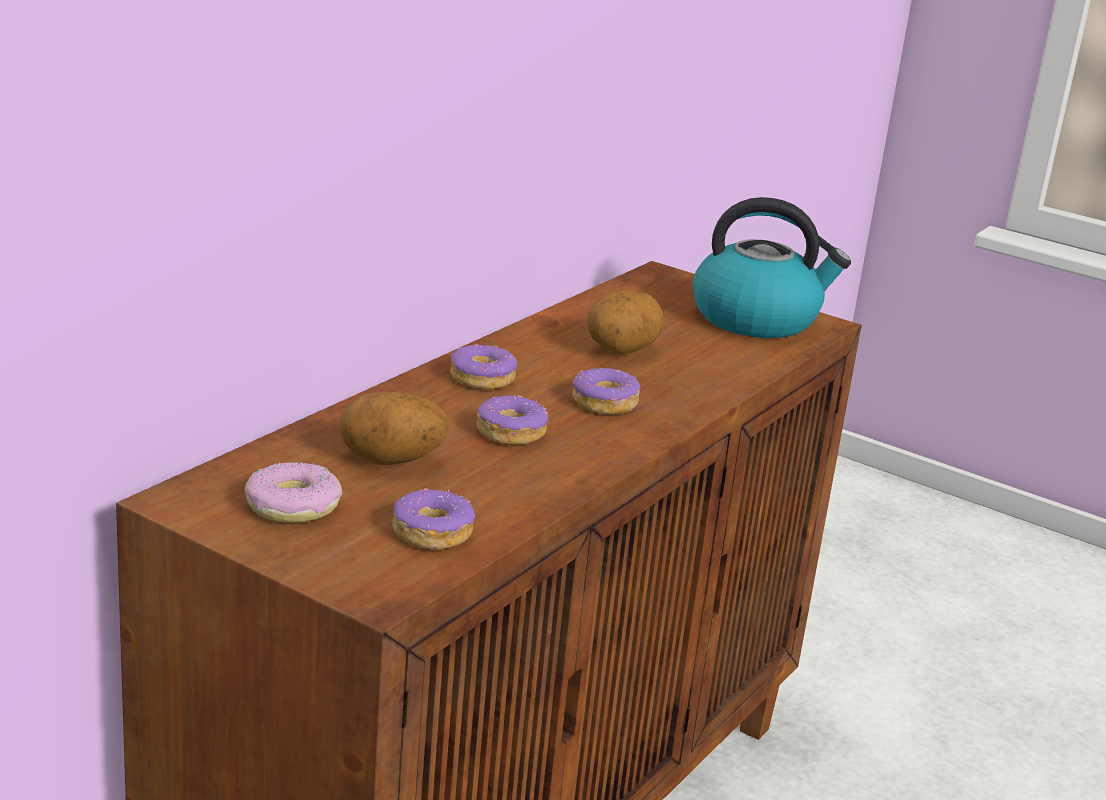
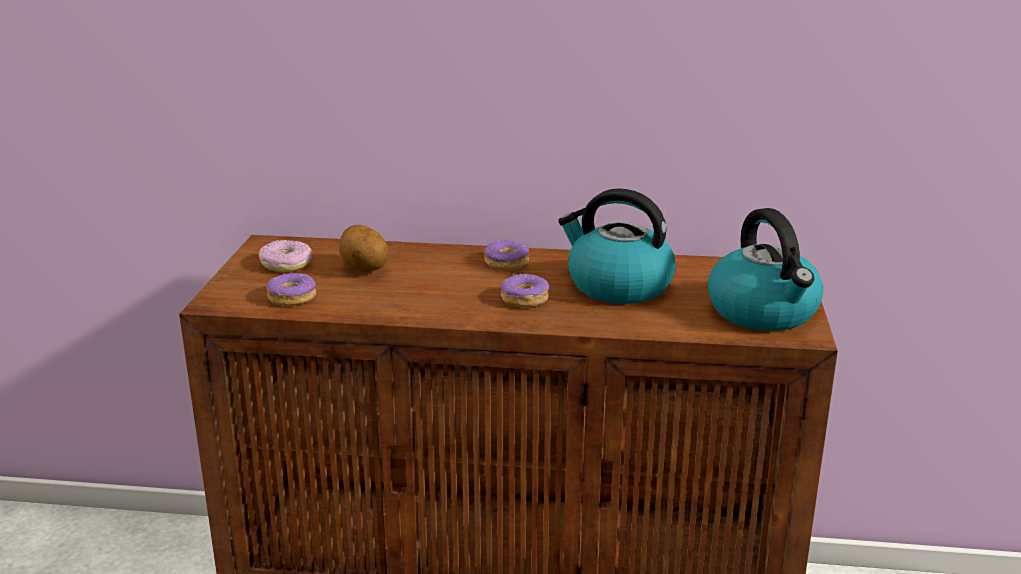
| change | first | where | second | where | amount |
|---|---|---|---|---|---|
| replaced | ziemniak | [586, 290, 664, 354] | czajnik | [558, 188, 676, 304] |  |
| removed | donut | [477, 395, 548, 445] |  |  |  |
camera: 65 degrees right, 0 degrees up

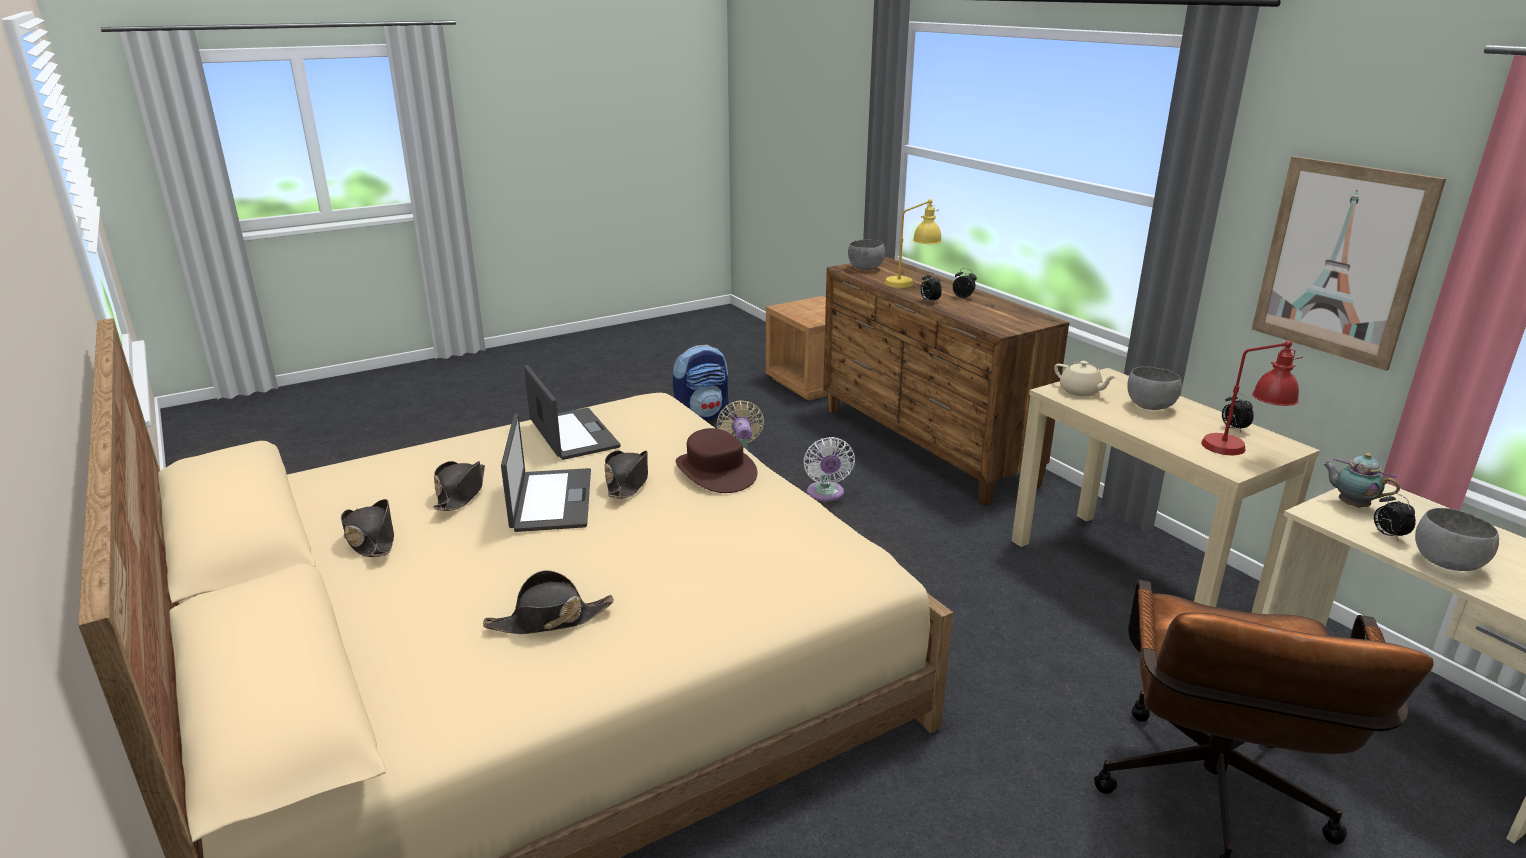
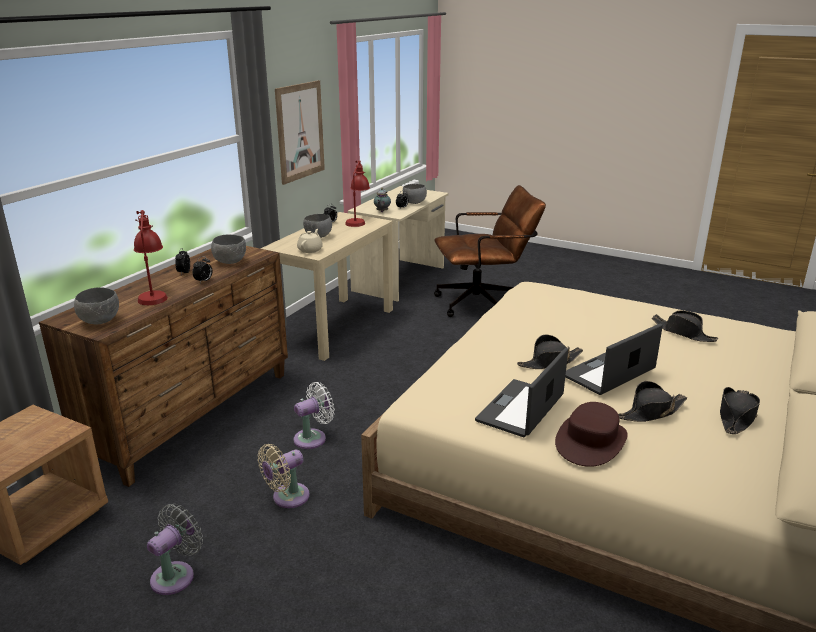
| change | first | where | second | where | amount |
|---|---|---|---|---|---|
| recoloured | lampa stołowa (żółty) | [884, 199, 942, 288] | lampa stołowa (czerwony) | [134, 210, 168, 305] |  |
| replaced | plecak | [673, 345, 729, 421] | wentylator (szary) | [147, 504, 203, 595] |  |
| added |  |  | miska (szary) | [211, 234, 246, 264] |  |
| moved | kapelusz (brązowy) | [676, 428, 758, 493] |  | [555, 402, 628, 467] |  |
camera: 120 degrees left, 0 degrees up

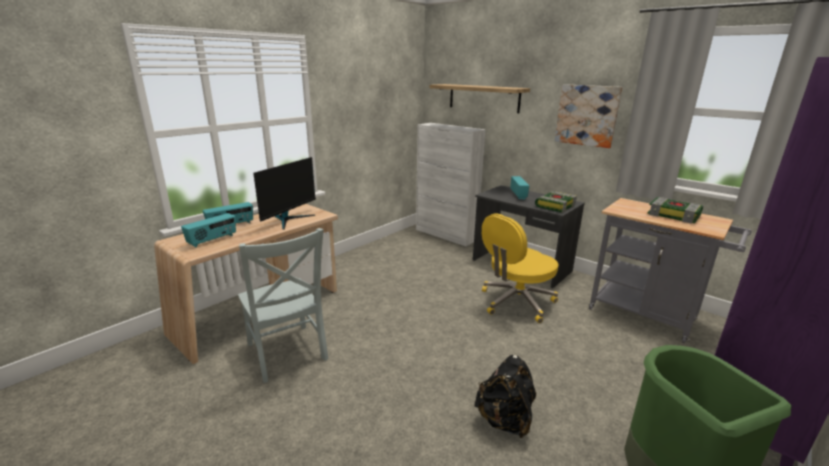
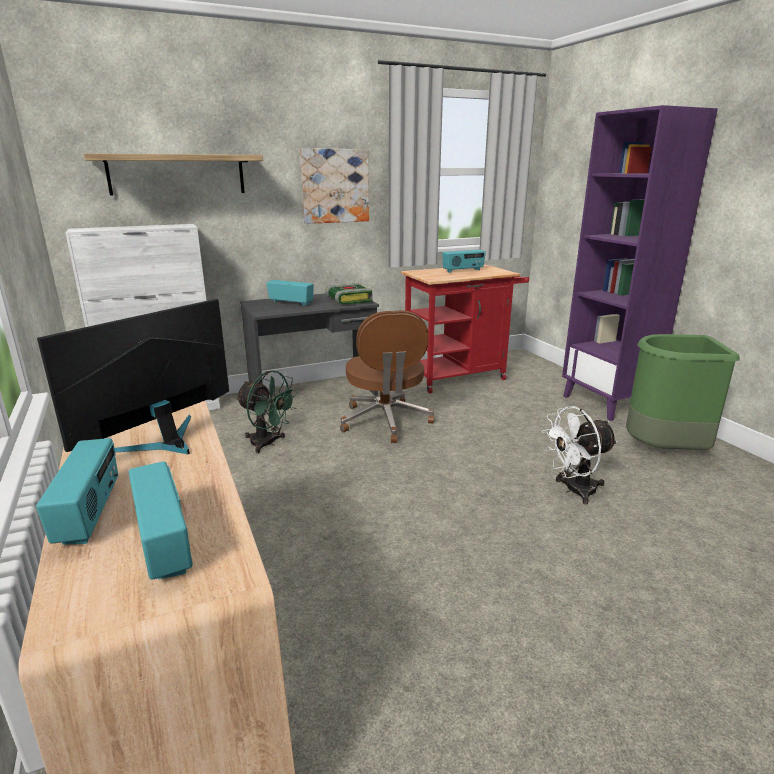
| change | first | where | second | where | amount |
|---|---|---|---|---|---|
| turned | monitor | [253, 157, 316, 230] |  | [37, 299, 229, 454] | 105 degrees counterclockwise |
| added |  |  | wentylator (zielony) | [236, 371, 298, 453] |  |
| recoloured | krzesło biurowe (żółty) | [482, 213, 559, 323] | krzesło biurowe (brązowy) | [340, 310, 434, 443] |  |
| recoloured | wózek (szary) | [589, 198, 752, 344] | wózek (czerwony) | [401, 264, 529, 394] |  |
| replaced | książka | [647, 197, 703, 224] | radio | [442, 250, 486, 273] |  |
| replaced | plecak (czarny) | [474, 355, 536, 438] | wentylator (biały) | [542, 406, 618, 505] |  |
| removed | krzesło (szary) | [238, 228, 328, 383] |  |  |  |
camera: 65 degrees left, 0 degrees up

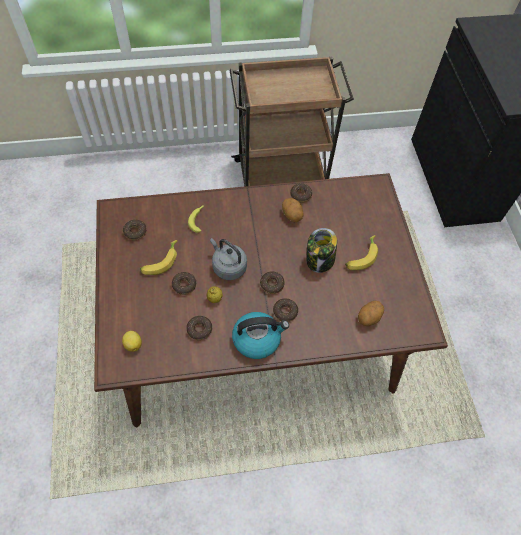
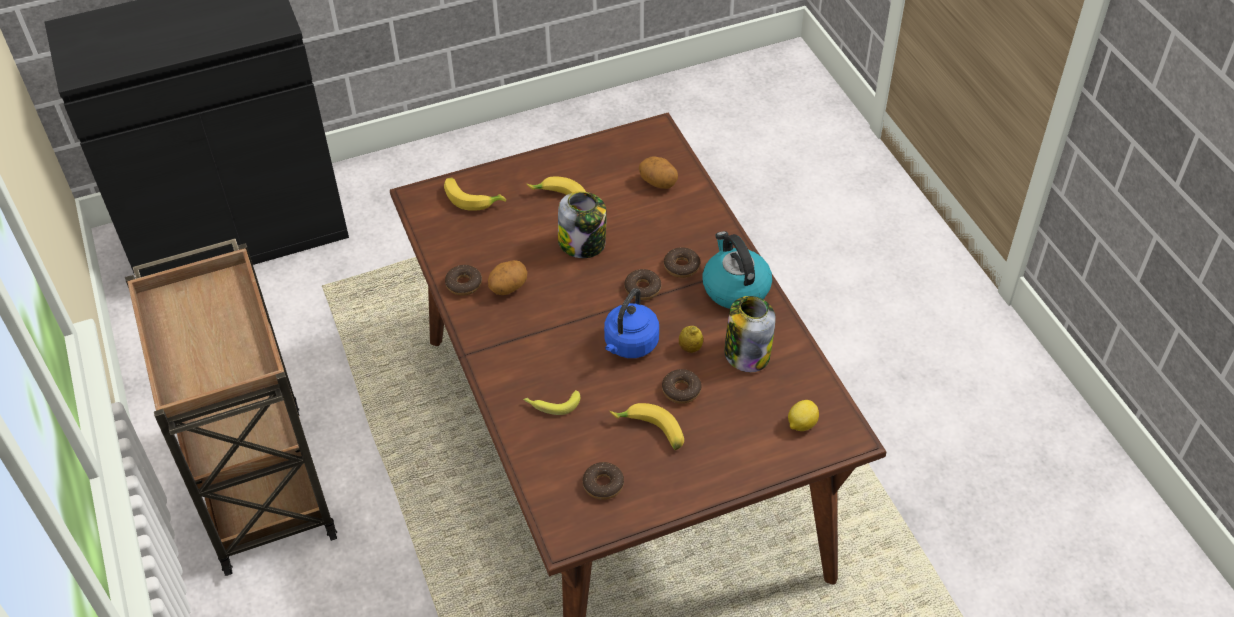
| change | first | where | second | where | amount |
|---|---|---|---|---|---|
| added |  |  | banan | [444, 178, 506, 211] |  |
| recoloured | czajnik (szary) | [210, 238, 247, 280] | czajnik (niebieski) | [604, 288, 659, 358] |  |
| replaced | donut | [186, 316, 212, 340] | słoik | [724, 296, 776, 372] |  |
camera: 100 degrees left, 10 degrees down

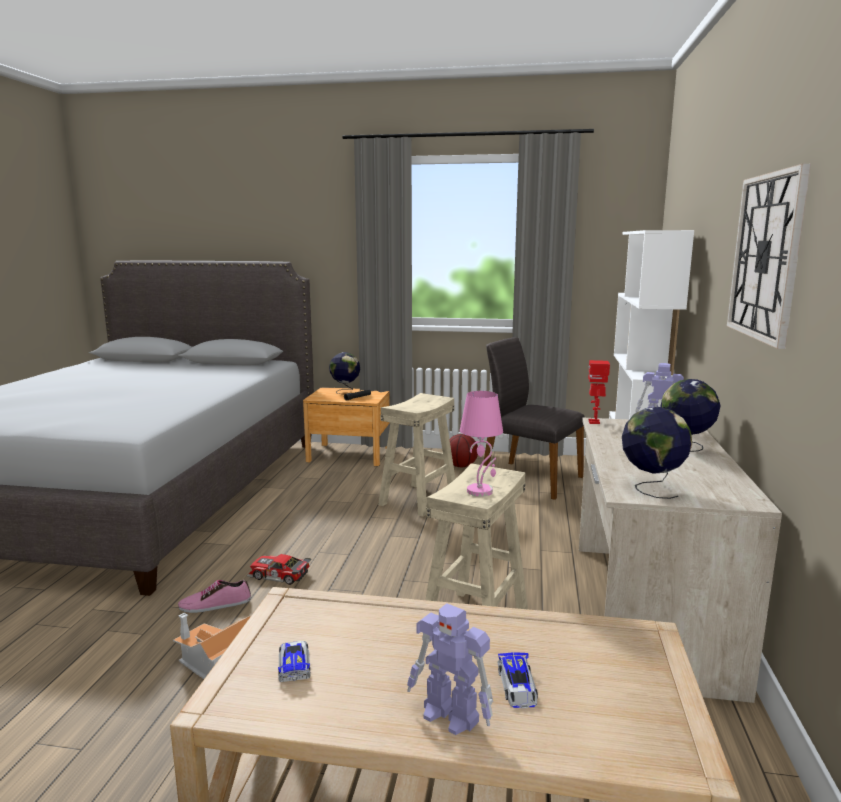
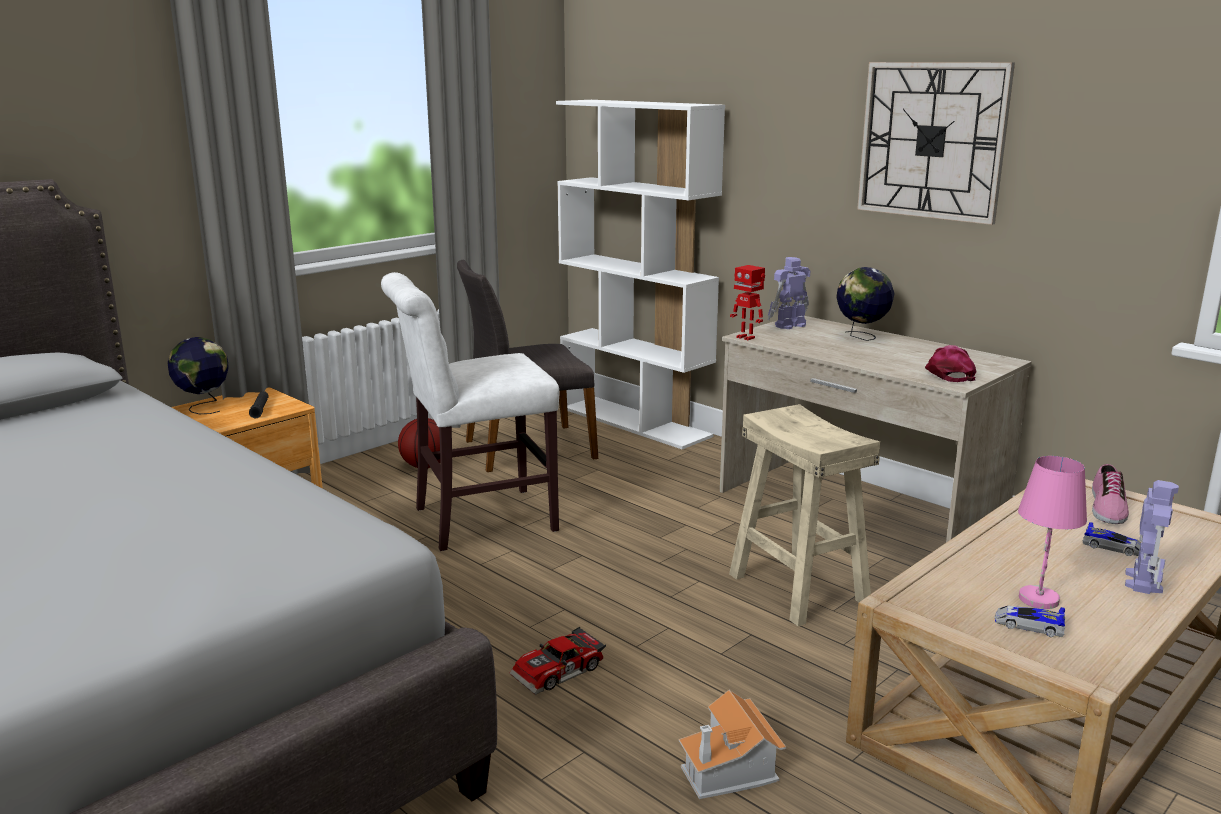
| change | first | where | second | where | amount |
|---|---|---|---|---|---|
| replaced | stołek (beżowy) | [378, 393, 455, 517] | krzesło (biały) | [381, 272, 559, 551] |  |
| replaced | globus | [622, 407, 692, 499] | czapka z daszkiem (różowy) | [925, 345, 976, 382] |  |
| moved | lampa stołowa (różowy) | [460, 391, 503, 497] |  | [1018, 456, 1087, 609] |  |
| moved | but | [178, 580, 251, 613] |  | [1092, 464, 1129, 524] |  |
| turned | robot zabawkowy | [407, 603, 493, 735] |  | [1125, 480, 1179, 594] | 45 degrees counterclockwise |
camera: 55 degrees left, 5 degrees up

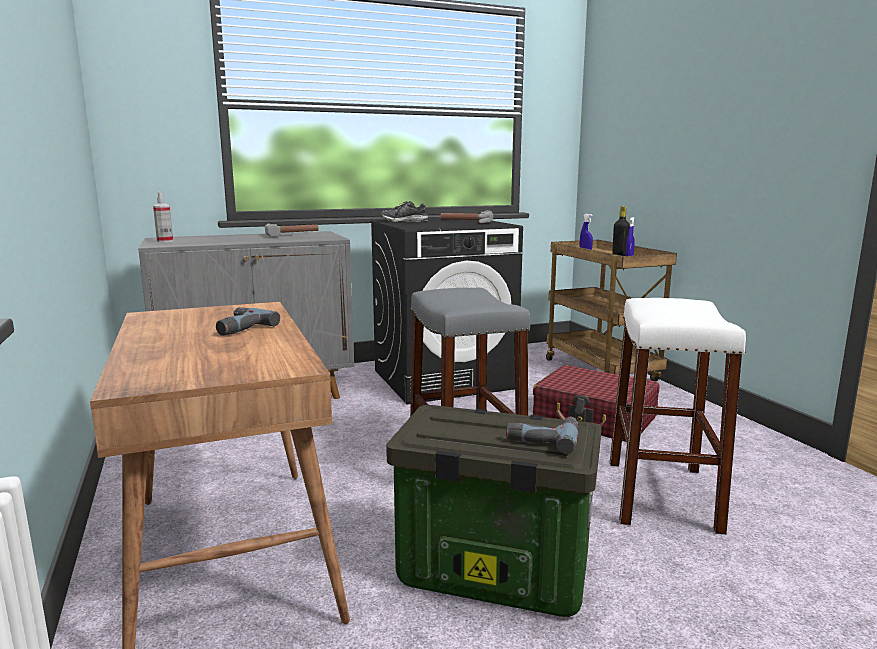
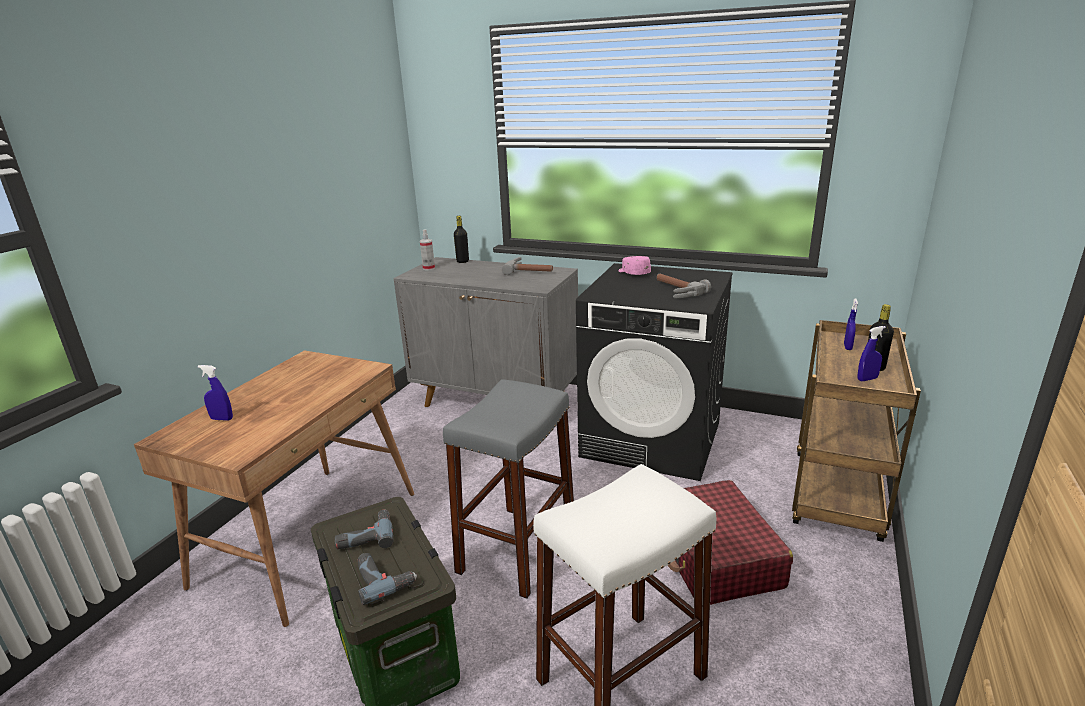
| change | first | where | second | where | amount |
|---|---|---|---|---|---|
| added |  |  | spryskiwacz (niebieski) | [198, 365, 233, 421] |  |
| moved | wiertarka | [216, 307, 280, 335] |  | [335, 510, 393, 549] |  |
| added |  |  | butelka (czarny) | [454, 216, 469, 263] |  |
| replaced | but | [381, 201, 428, 222] | czapka z daszkiem (różowy) | [618, 256, 651, 275] |  |
camera: 45 degrees right, 10 degrees up

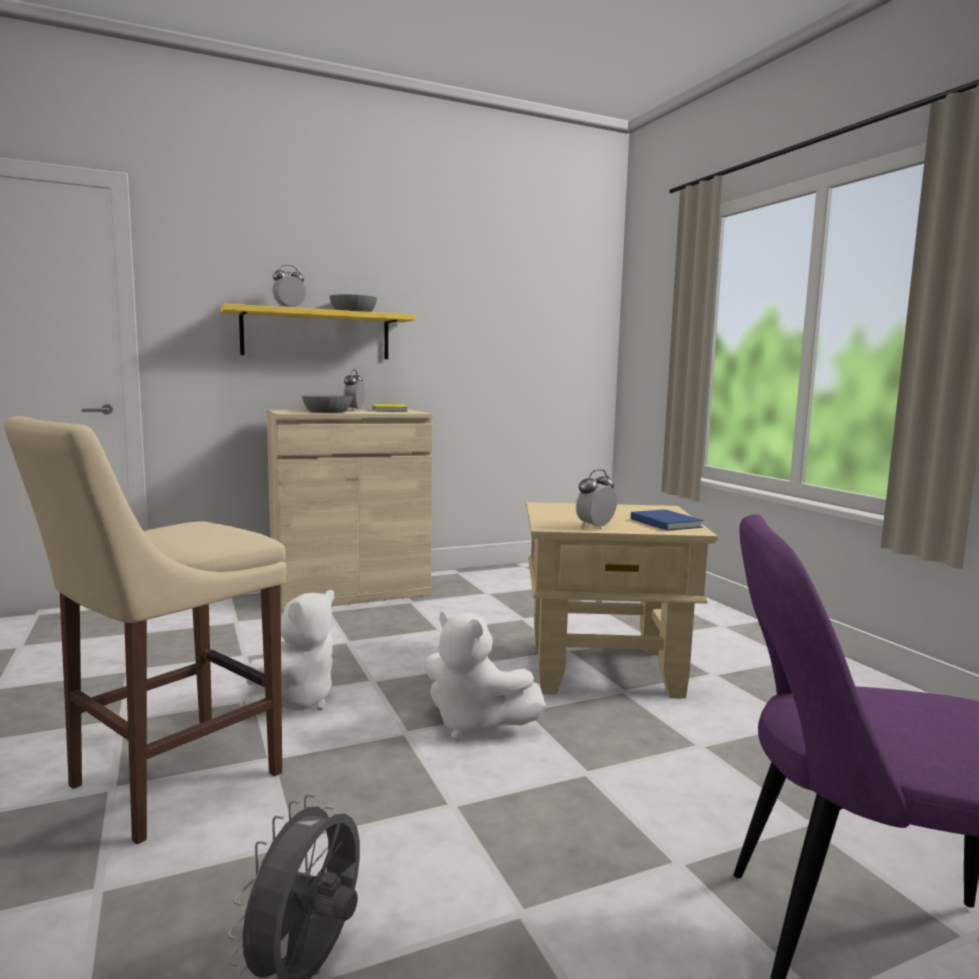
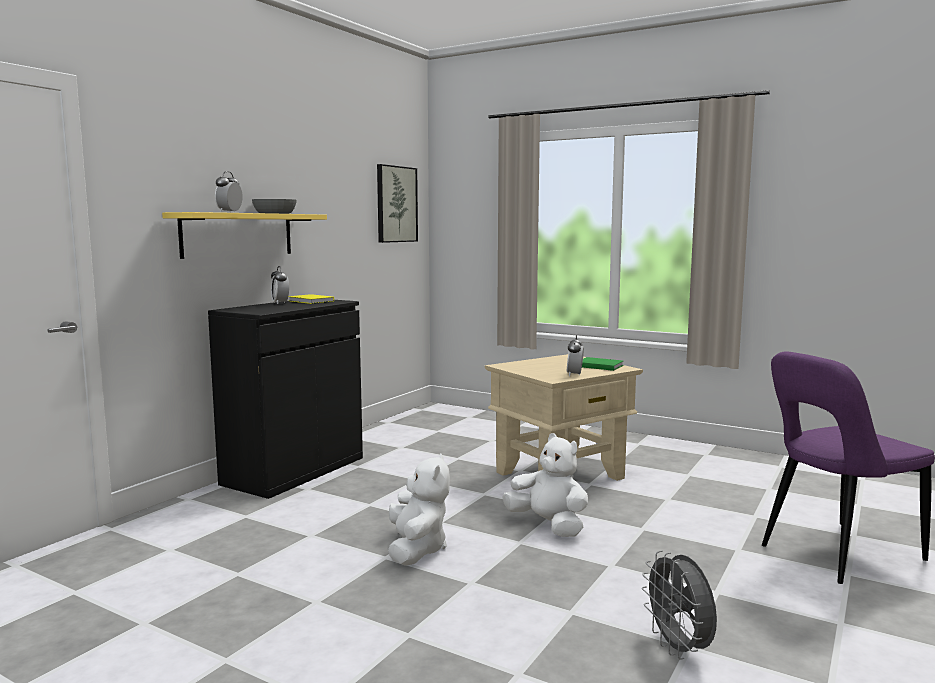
| change | first | where | second | where | amount |
|---|---|---|---|---|---|
| recoloured | szafka (beżowy) | [267, 409, 433, 612] | szafka (czarny) | [208, 300, 363, 499] |  |
| added |  |  | obraz | [377, 164, 418, 243] |  |
| turned | pluszak (biały) | [424, 612, 546, 741] |  | [502, 433, 588, 537] | 135 degrees counterclockwise |
| recoloured | książka (niebieski) | [631, 509, 703, 531] | książka (zielony) | [582, 357, 623, 371] |  |
| removed | stołek (beżowy) | [4, 416, 287, 844] |  |  |  |
| removed | miska (szary) | [302, 395, 352, 413] |  |  |  |
camera: 35 degrees left, 0 degrees up

